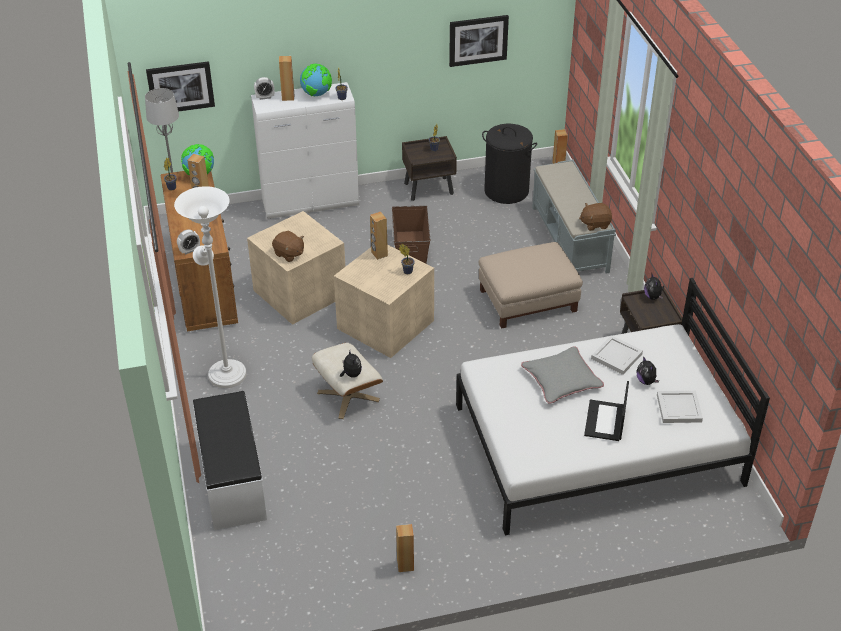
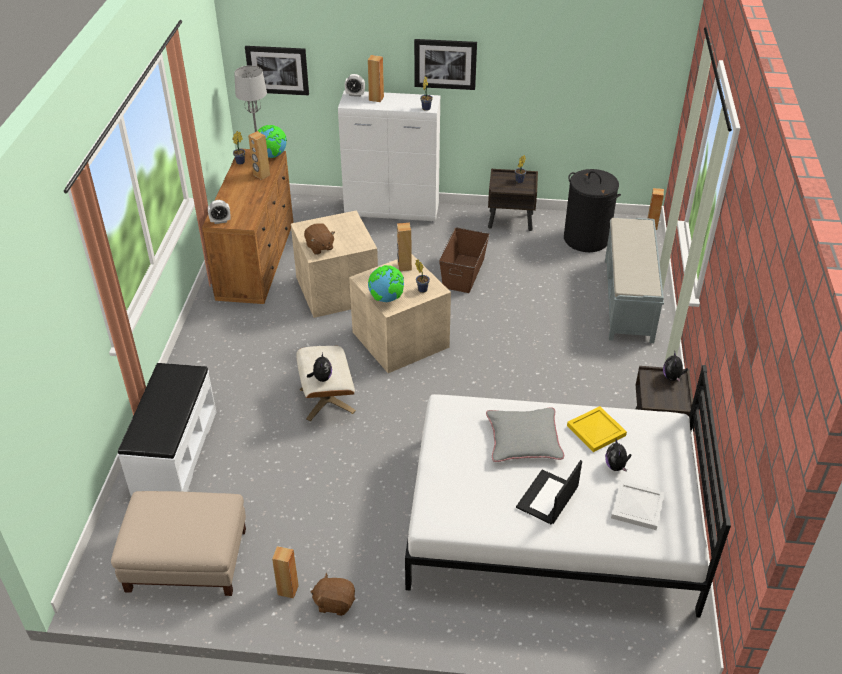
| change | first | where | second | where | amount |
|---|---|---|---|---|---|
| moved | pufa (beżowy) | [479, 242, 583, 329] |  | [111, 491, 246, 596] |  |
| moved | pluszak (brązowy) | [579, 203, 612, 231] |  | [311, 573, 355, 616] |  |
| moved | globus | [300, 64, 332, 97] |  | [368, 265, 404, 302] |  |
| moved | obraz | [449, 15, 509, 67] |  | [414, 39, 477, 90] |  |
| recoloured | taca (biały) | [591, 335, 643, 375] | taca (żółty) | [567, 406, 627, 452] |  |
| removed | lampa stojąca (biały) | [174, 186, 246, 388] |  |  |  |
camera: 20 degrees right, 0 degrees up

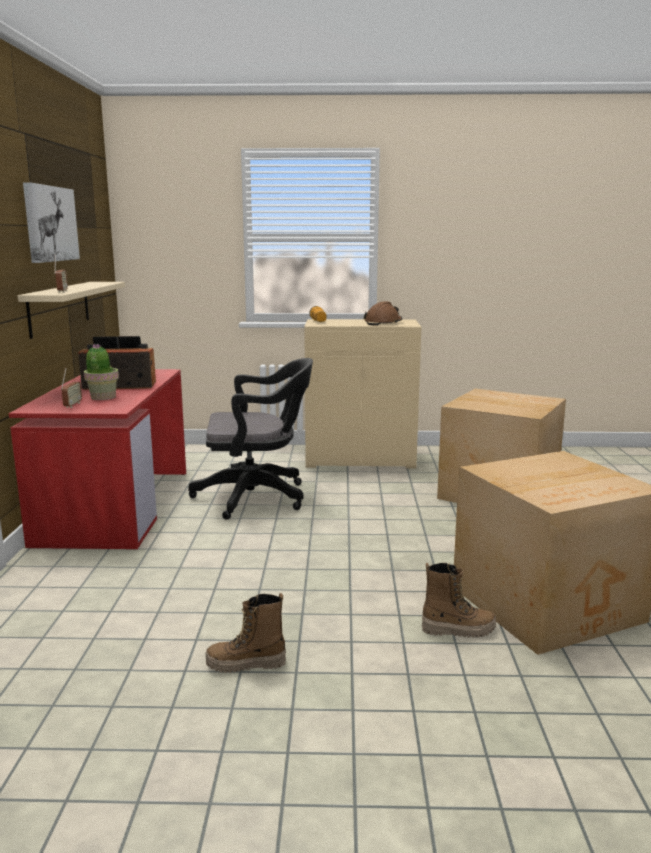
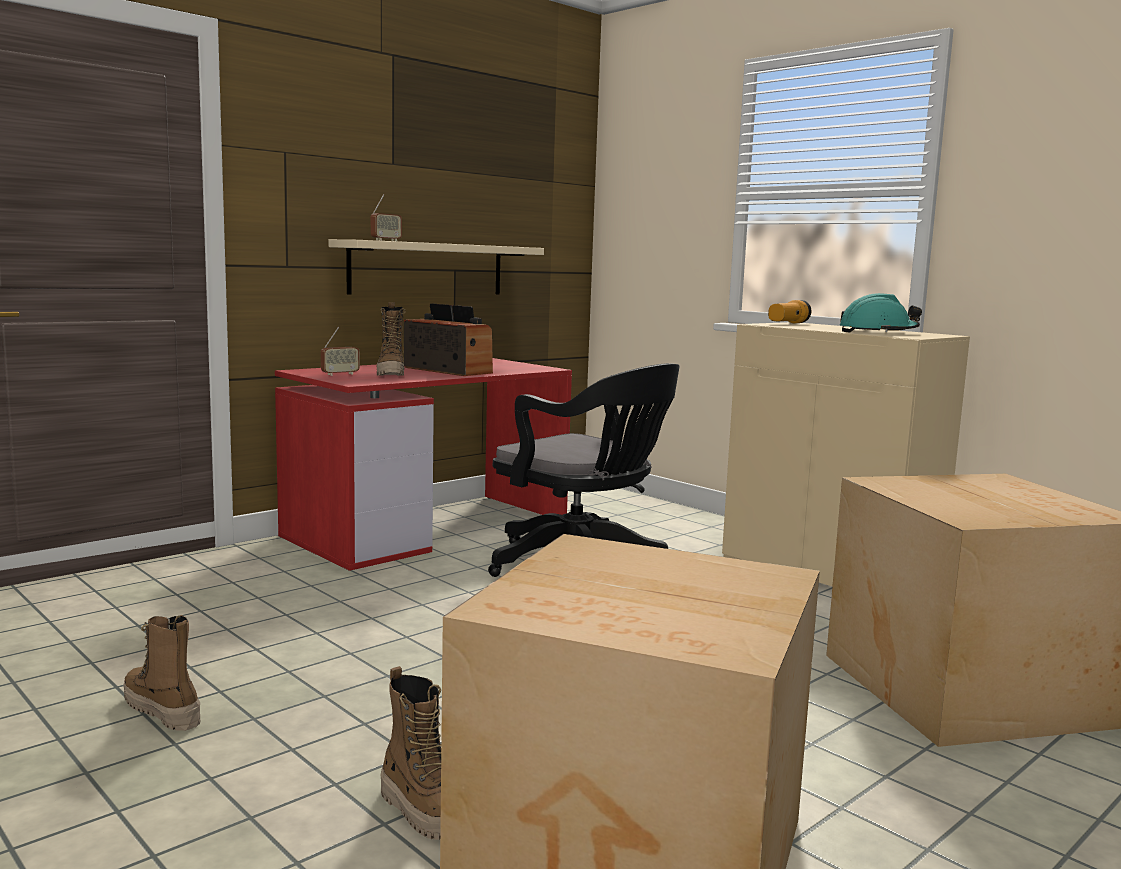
| change | first | where | second | where | amount |
|---|---|---|---|---|---|
| replaced | roślina doniczkowa | [84, 344, 119, 400] | but z cholewką | [377, 302, 406, 376] |  |
| recoloured | kask (brązowy) | [364, 301, 402, 326] | kask (turkusowy) | [839, 293, 922, 333] |  |
| removed | obraz | [23, 182, 80, 263] |  |  |  |
camera: 45 degrees right, 5 degrees down

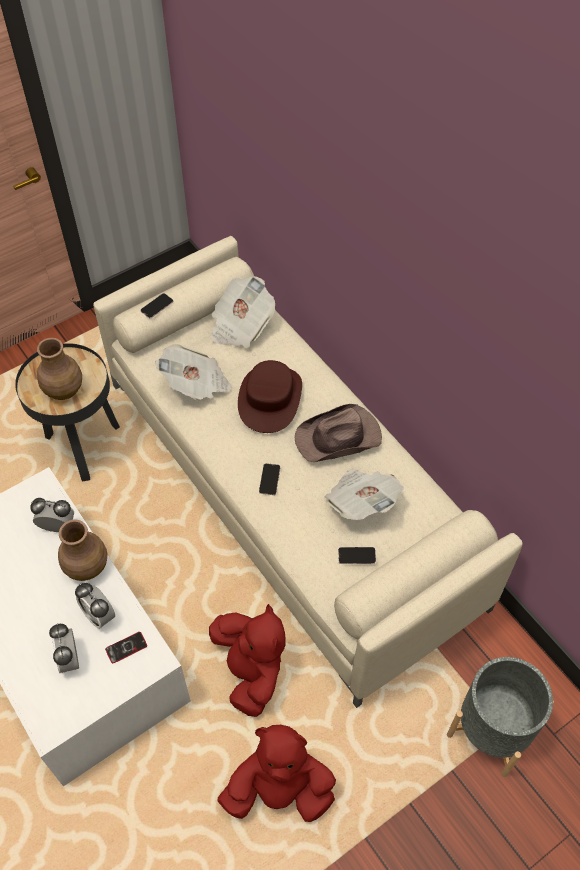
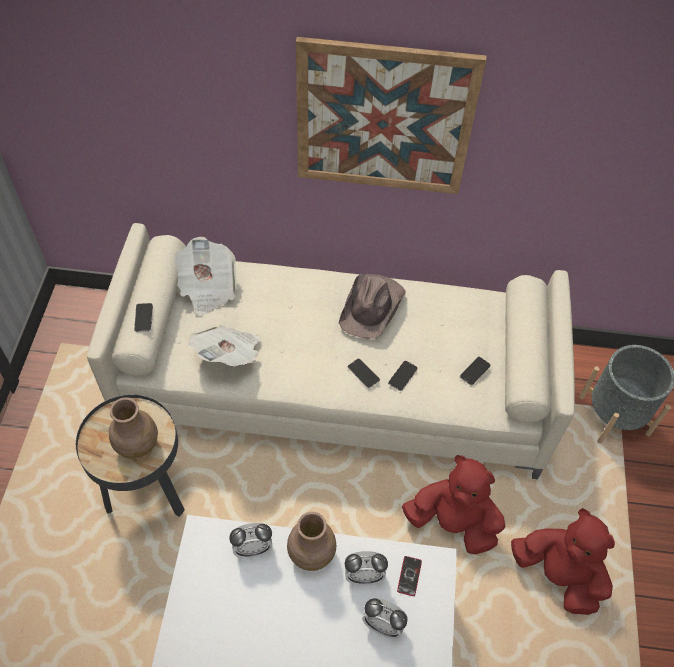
| change | first | where | second | where | amount |
|---|---|---|---|---|---|
| turned | budzik | [30, 498, 74, 532] |  | [229, 523, 273, 558] | 150 degrees counterclockwise |
| added |  |  | obraz | [296, 37, 486, 194] |  |
| added |  |  | telefon | [388, 360, 418, 391] |  |
| turned | pluszak (czerwony) | [217, 725, 336, 822] |  | [511, 508, 615, 615] | 90 degrees clockwise |
| removed | kapelusz (brązowy) | [238, 360, 302, 433] |  |  |  |
| removed | gazeta | [324, 469, 404, 520] |  |  |  |
camera: 50 degrees left, 0 degrees up

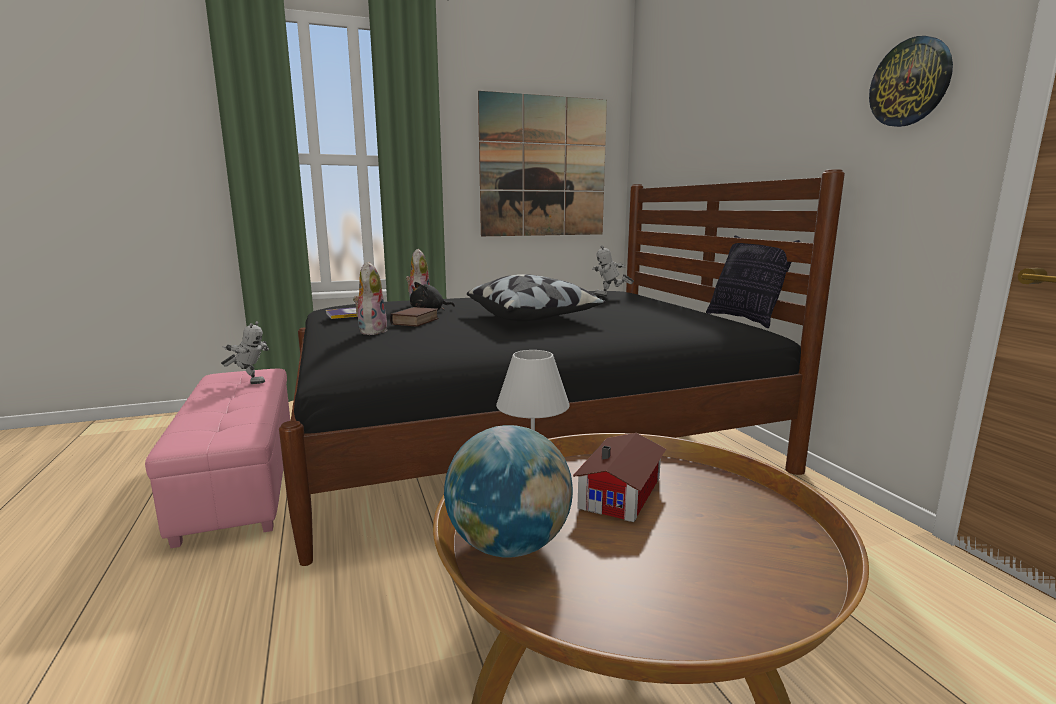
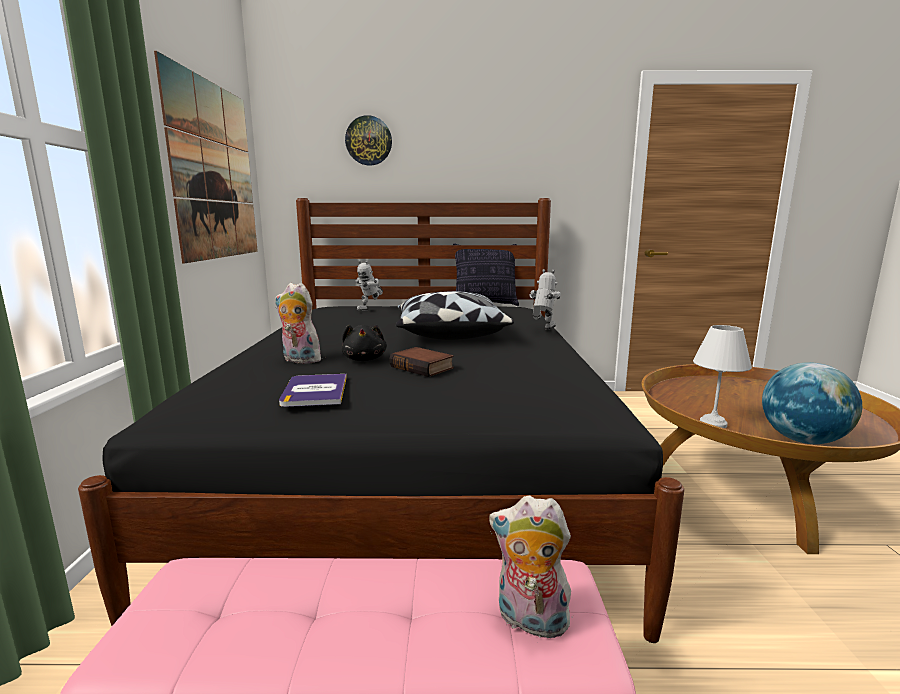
| change | first | where | second | where | amount |
|---|---|---|---|---|---|
| moved | zegar ścienny | [869, 36, 953, 127] |  | [345, 115, 392, 165] |  |
| moved | pluszak | [353, 262, 388, 335] |  | [489, 495, 576, 638] |  |
| moved | robot zabawkowy | [221, 321, 269, 384] |  | [530, 269, 561, 330] |  |
| removed | domek | [573, 433, 666, 522] |  |  |  |
camera: 70 degrees left, 0 degrees up

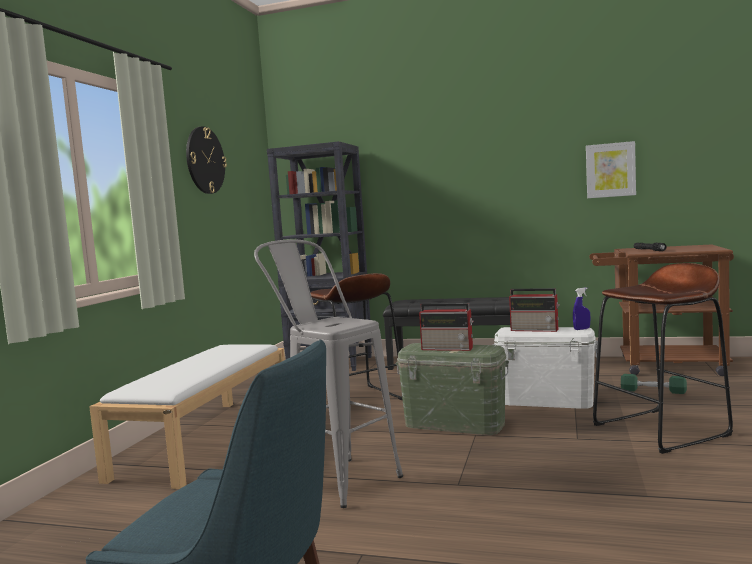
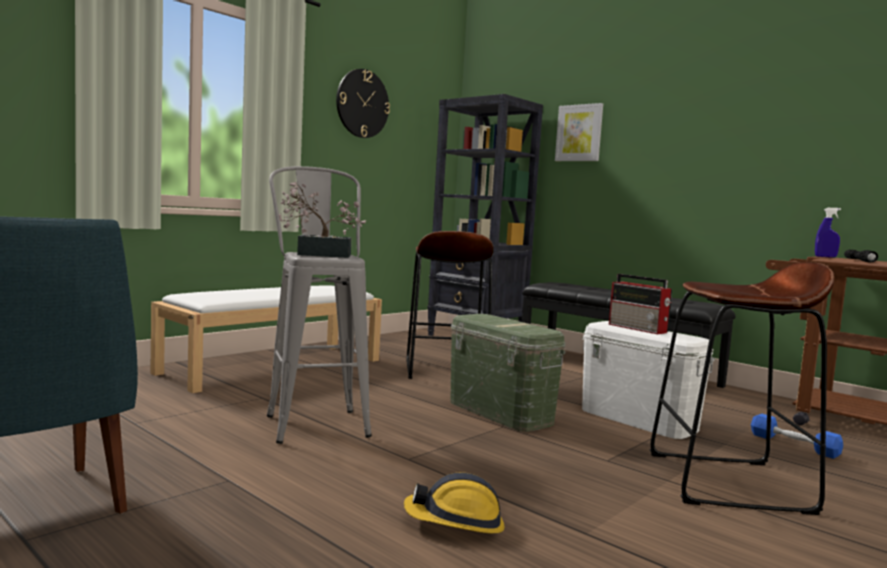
| change | first | where | second | where | amount |
|---|---|---|---|---|---|
| added |  |  | roślina doniczkowa | [279, 182, 366, 258] |  |
| added |  |  | kask | [404, 472, 505, 534] |  |
| moved | obraz | [586, 141, 636, 198] |  | [555, 103, 603, 161] |  |
| recoloured | hantel (zielony) | [621, 374, 687, 394] | hantel (niebieski) | [751, 414, 843, 459] |  |
| moved | spryskiwacz (niebieski) | [573, 288, 591, 330] |  | [815, 208, 841, 258] |  |
| removed | radio | [419, 303, 474, 351] |  |  |  |
camera: 25 degrees right, 0 degrees up

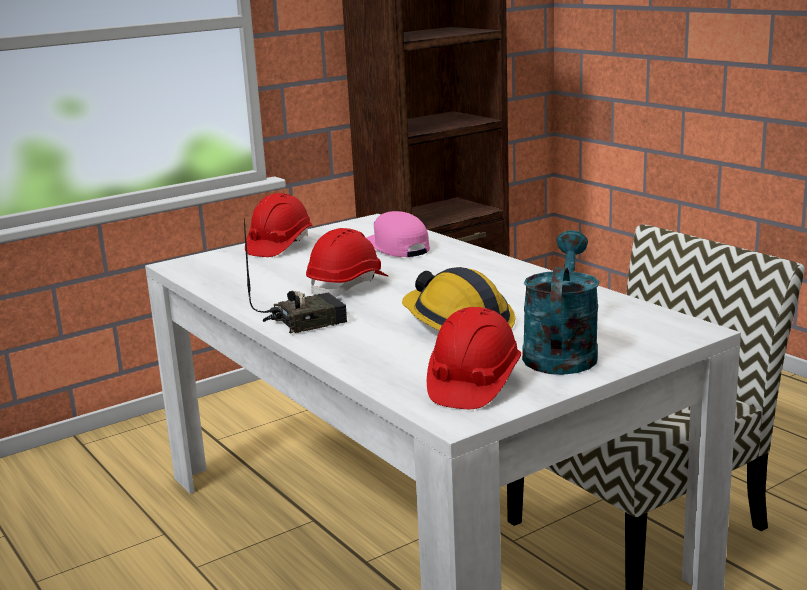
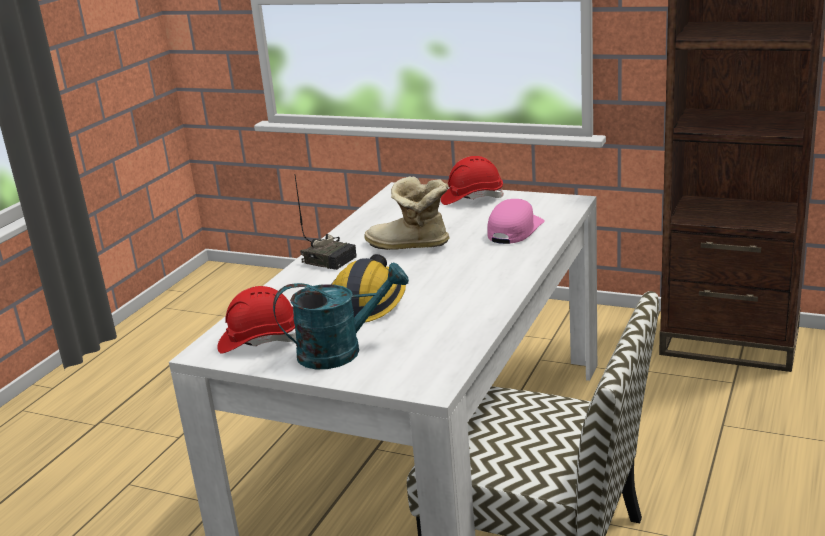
| change | first | where | second | where | amount |
|---|---|---|---|---|---|
| replaced | kask (czerwony) | [306, 228, 388, 297] | but z cholewką | [364, 176, 449, 250] |  |
camera: 60 degrees right, 5 degrees up

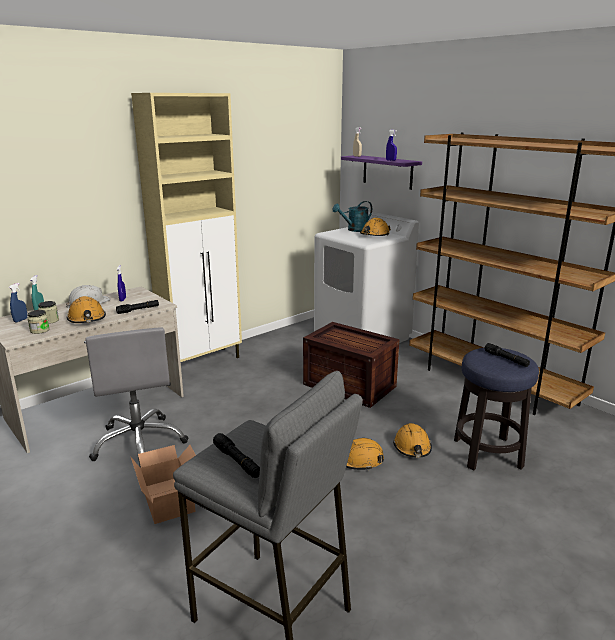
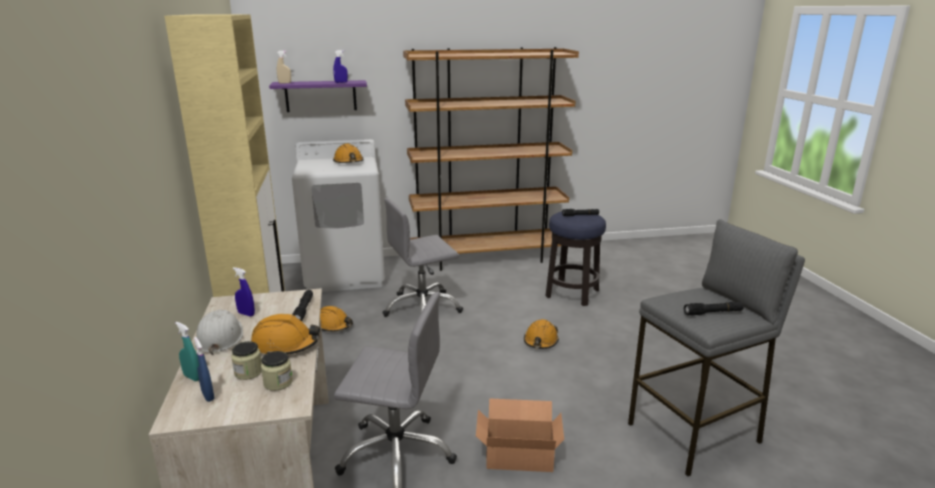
| change | first | where | second | where | amount |
|---|---|---|---|---|---|
| moved | kask (pomarańczowy) | [393, 423, 432, 458] |  | [320, 306, 353, 332] |  |
| replaced | skrzynka | [303, 322, 399, 408] | krzesło biurowe (szary) | [382, 198, 463, 317] |  |
| removed | konewka (turkusowy) | [332, 201, 372, 232] |  |  |  |
camera: 60 degrees left, 0 degrees up

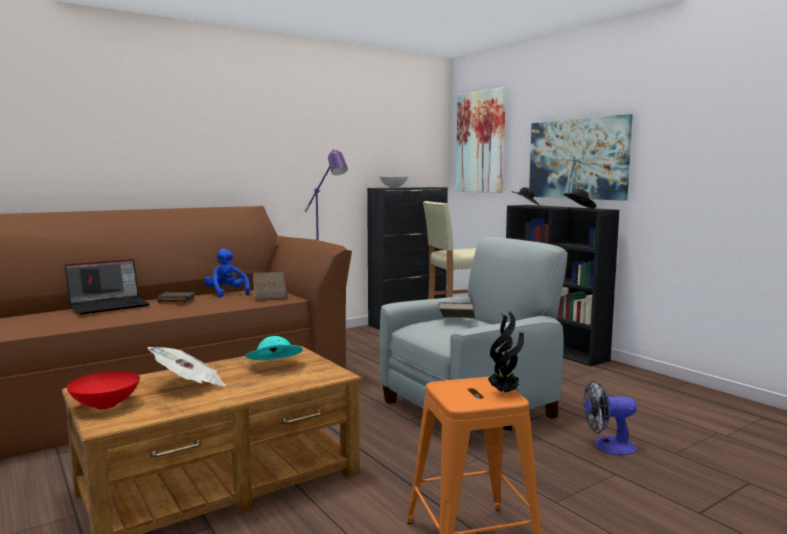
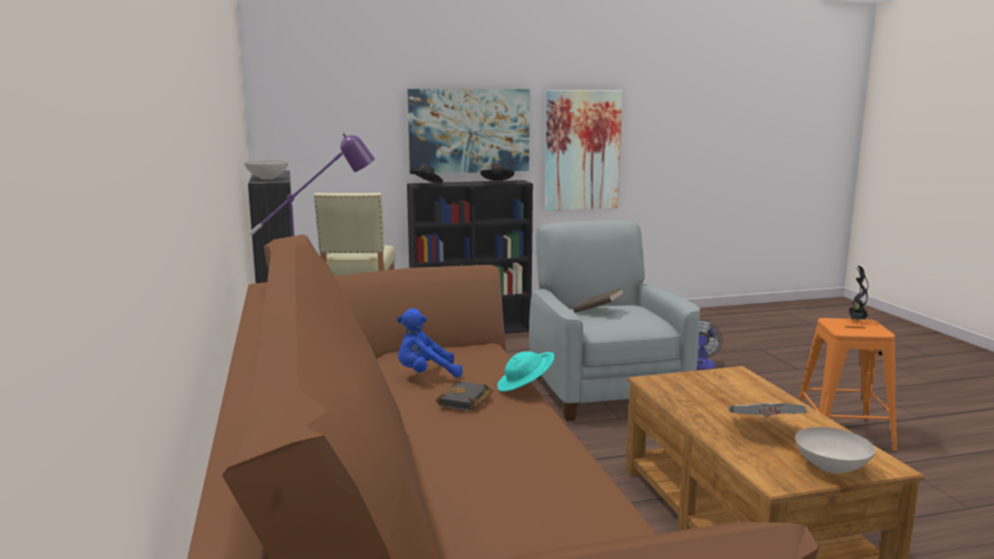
| change | first | where | second | where | amount |
|---|---|---|---|---|---|
| moved | kapelusz (turkusowy) | [245, 336, 303, 360] |  | [497, 352, 555, 392] |  |
| moved | obraz | [456, 87, 506, 193] |  | [545, 90, 622, 211] |  |
| recoloured | miska (czerwony) | [67, 371, 140, 409] | miska (biały) | [795, 427, 876, 474] |  |
| removed | laptop | [64, 259, 150, 315] |  |  |  |
| removed | książka (brązowy) | [253, 272, 287, 299] |  |  |  |
camera: 70 degrees left, 5 degrees up

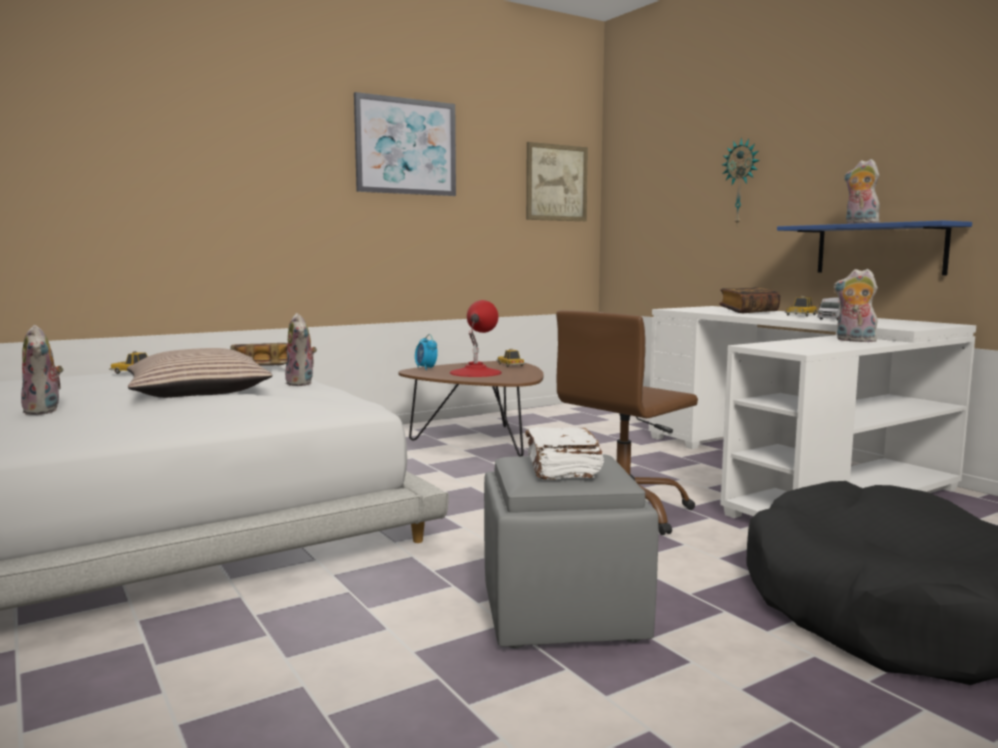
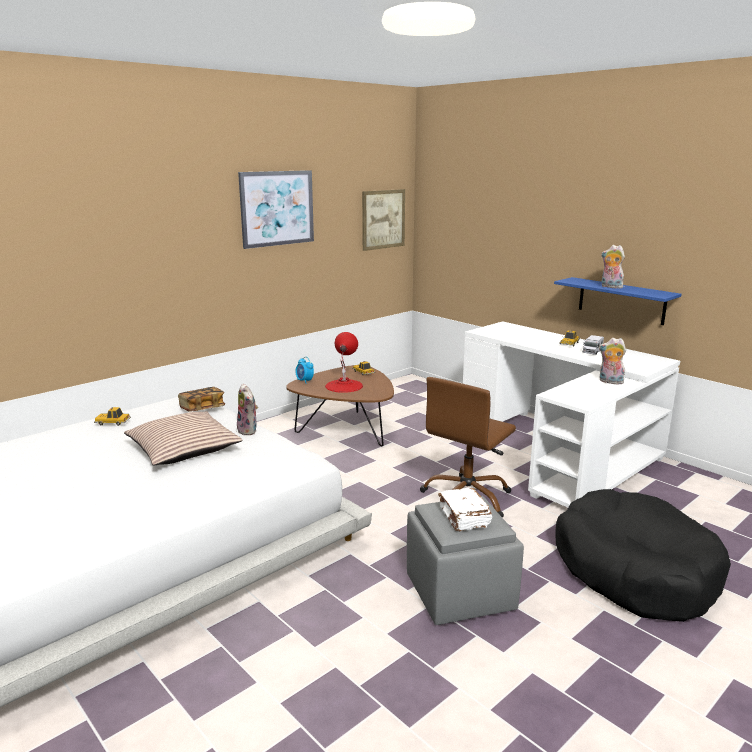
| change | first | where | second | where | amount |
|---|---|---|---|---|---|
| removed | pluszak | [21, 325, 63, 415] |  |  |  |
| removed | książka | [719, 287, 781, 313] |  |  |  |
| removed | zegar ścienny | [722, 138, 760, 225] |  |  |  |
camera: 10 degrees left, 10 degrees up

